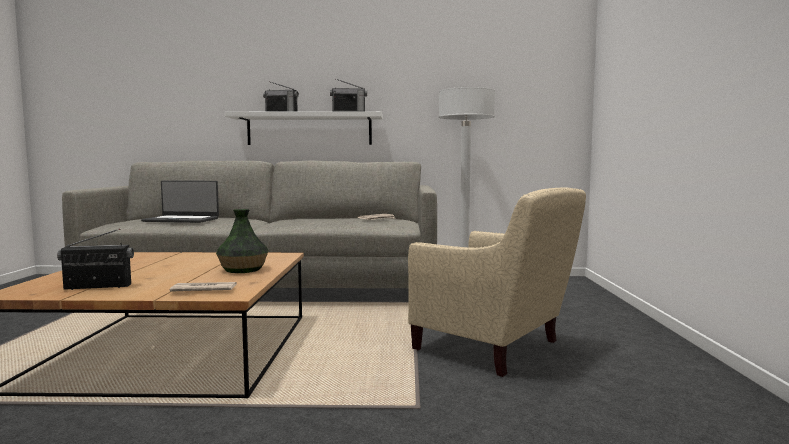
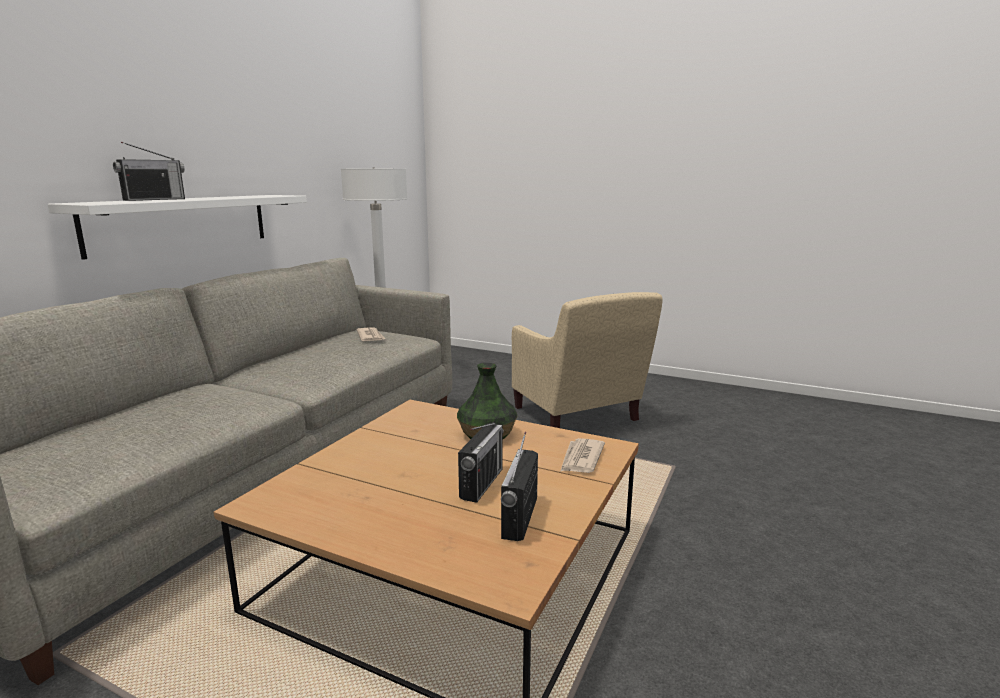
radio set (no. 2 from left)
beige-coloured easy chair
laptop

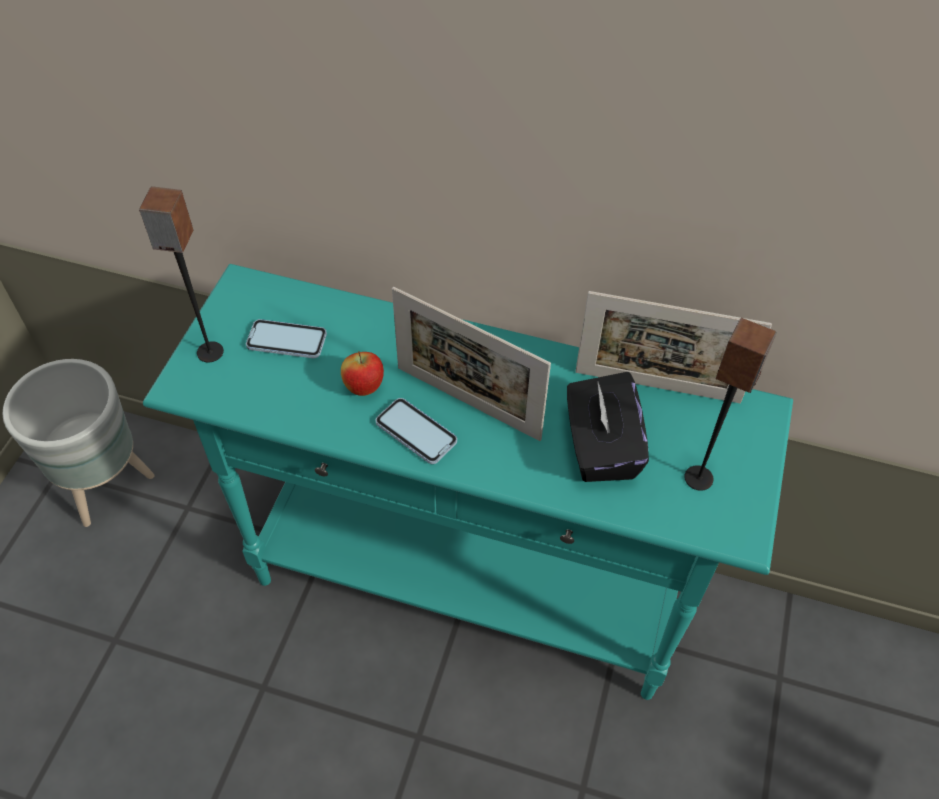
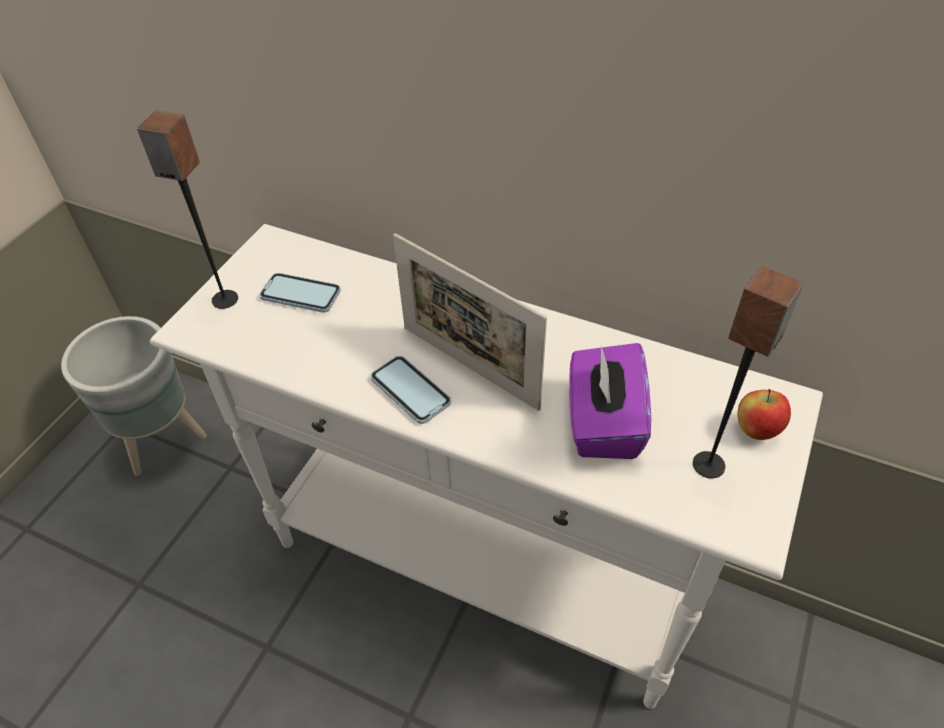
white-coloured hall table
purple-coloured box of tissues
apple fruit
photo frame (no. 2 from left in the first image)

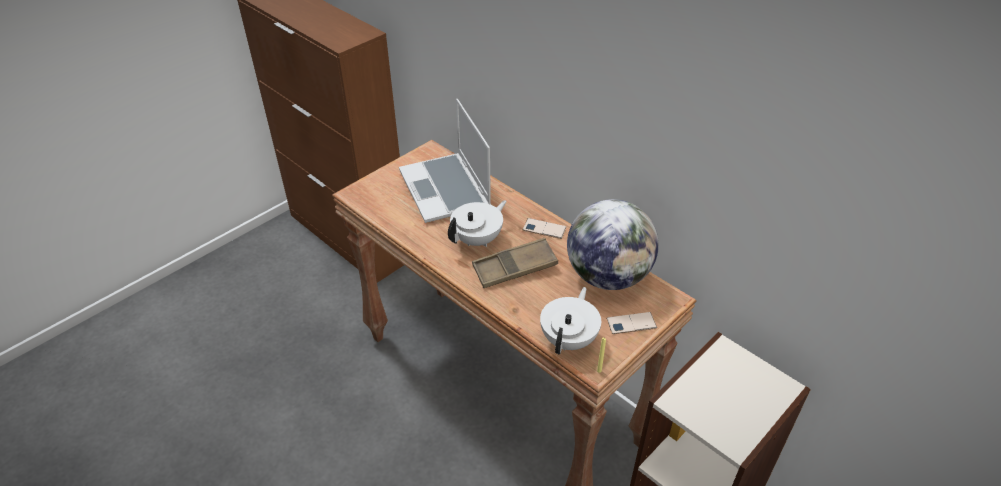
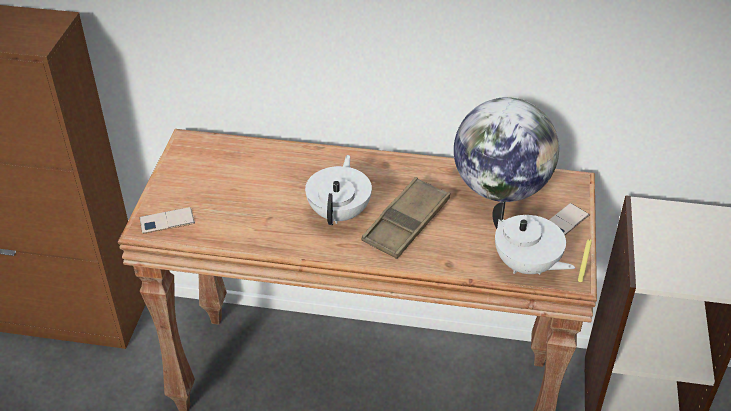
handset (no. 1 from left)
white-coloured pot for tea (no. 2 from left)
laptop

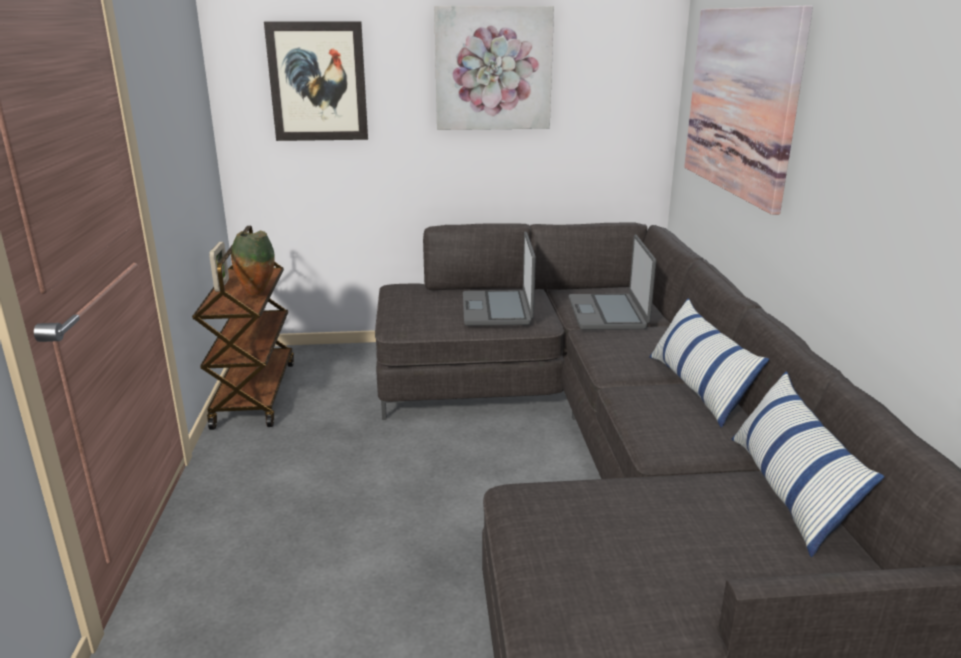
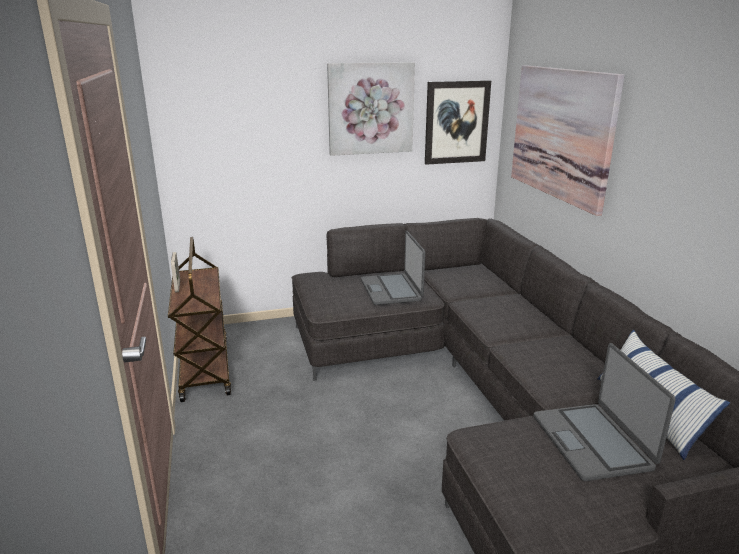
picture (no. 2 from left)
laptop (no. 2 from left)
flower vase
cushion (no. 1 from left in the first image)

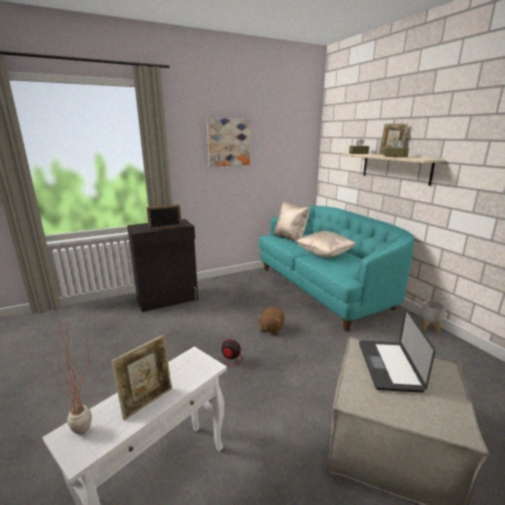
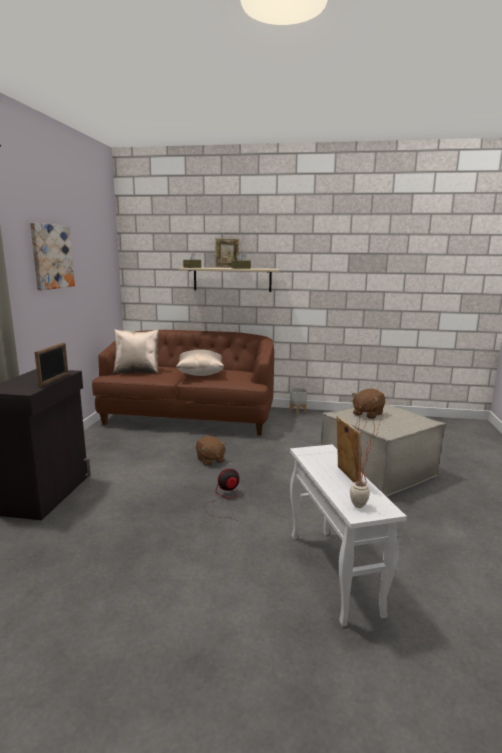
brown-coloured couch
brown-coloured cuddly toy (no. 2 from left)

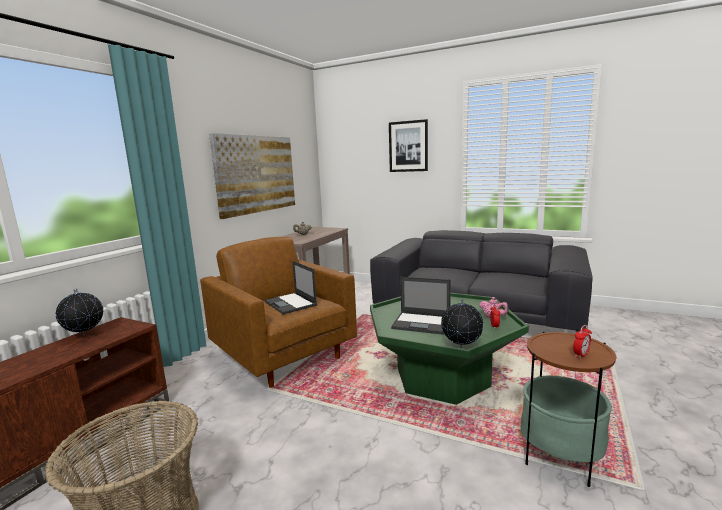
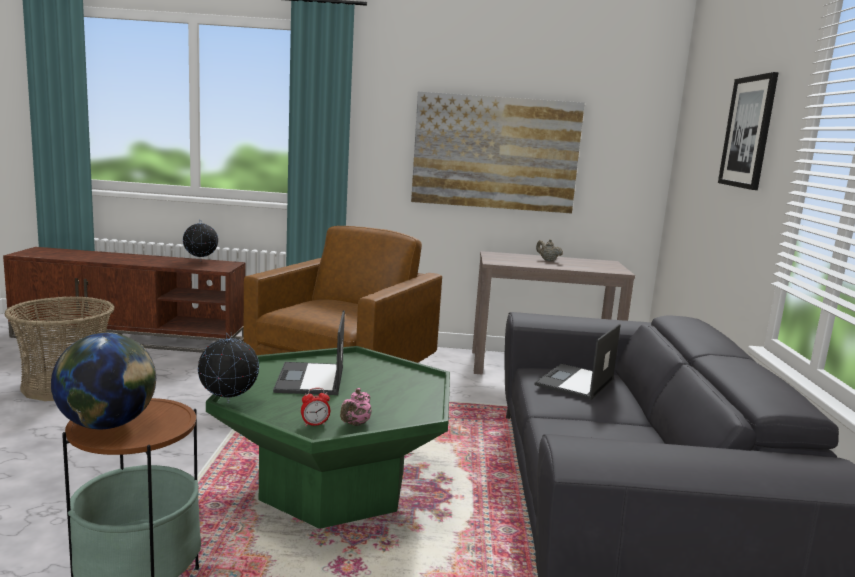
globe (no. 1 from left)
laptop (no. 2 from left)

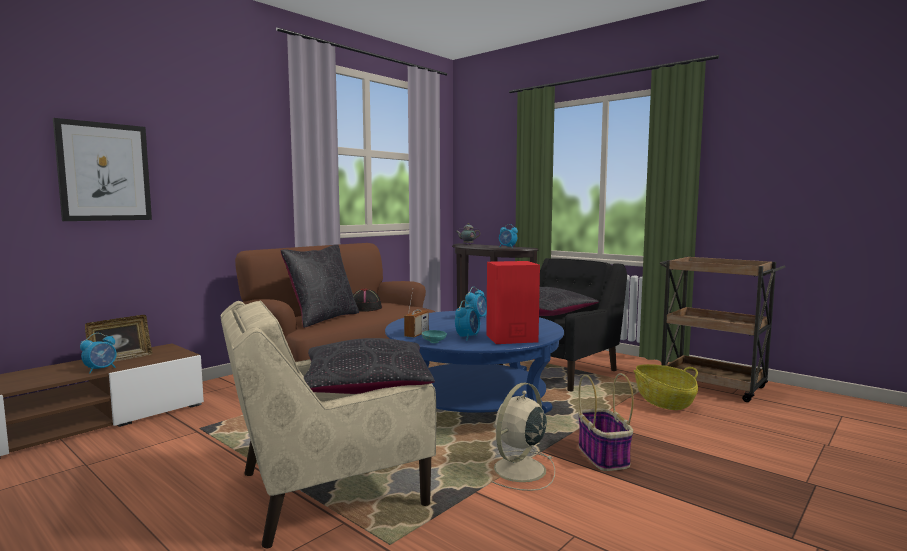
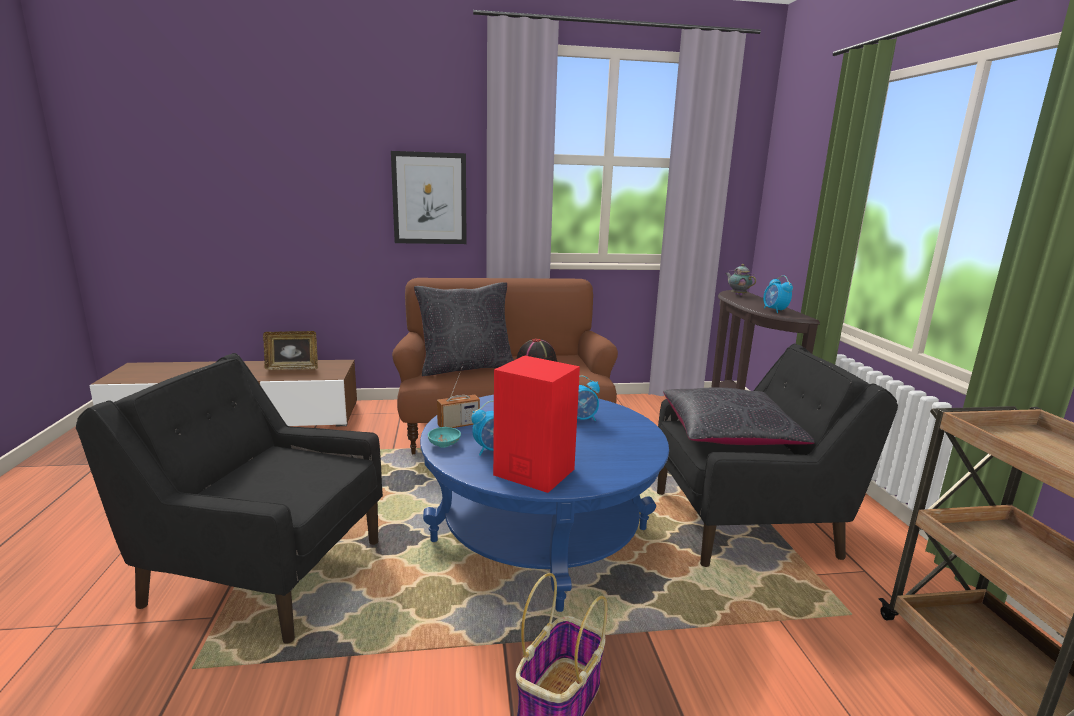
blackish easy chair (no. 1 from left)
picture
alarm clock (no. 1 from left in the first image)
blackish cushion (no. 2 from left in the first image)
beige-coloured fan
household basket (no. 2 from left in the first image)

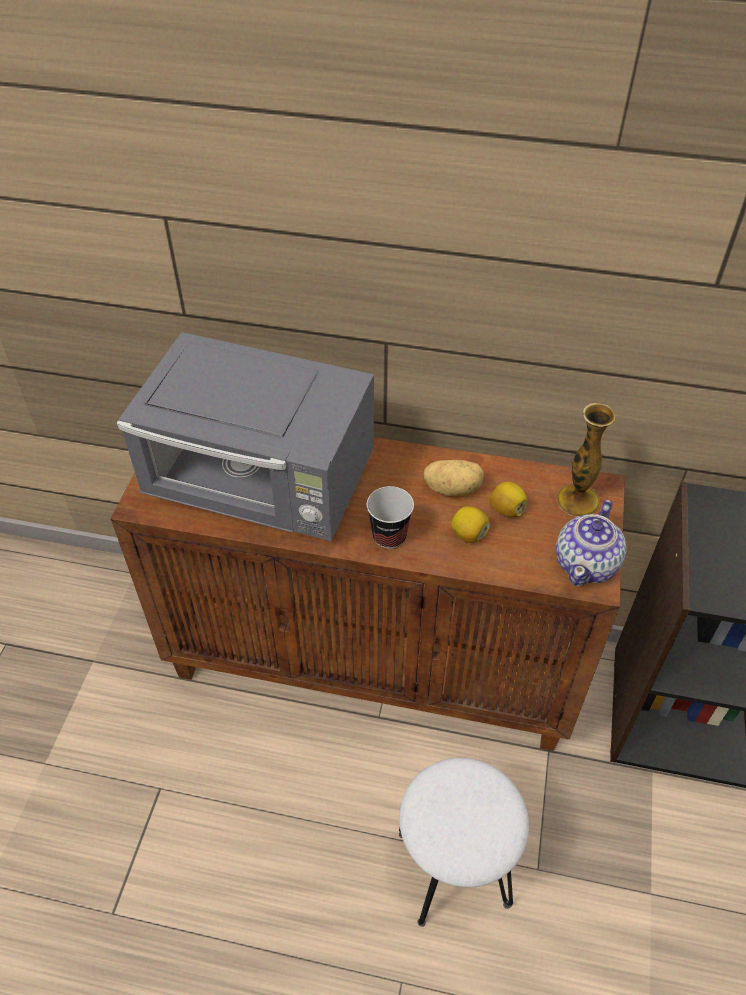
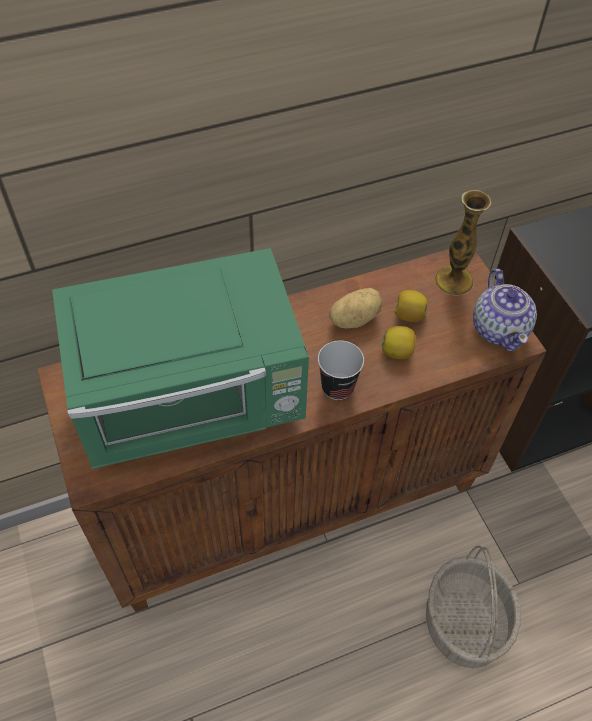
green-coloured microwave oven
household basket

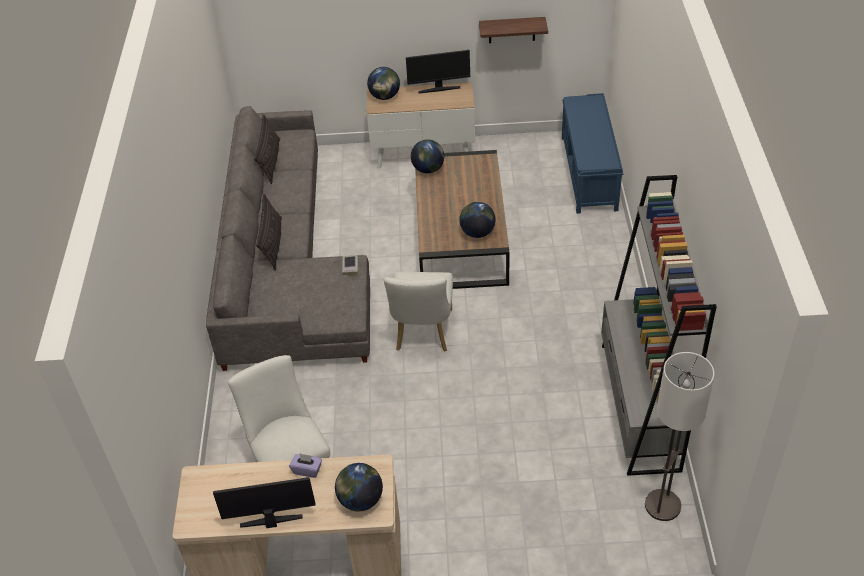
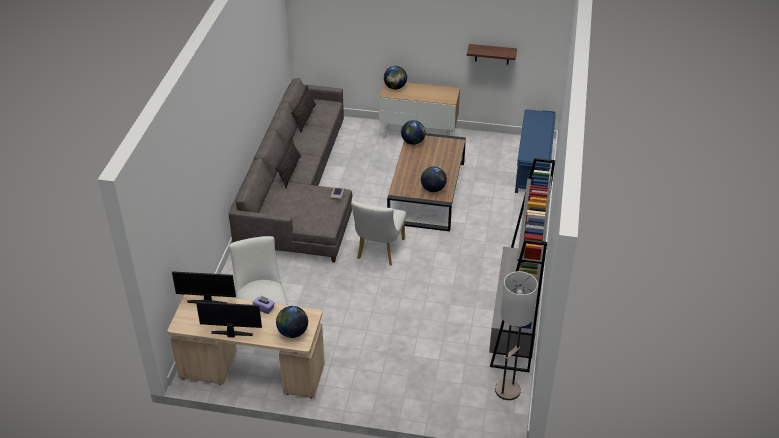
computer display (no. 1 from left)

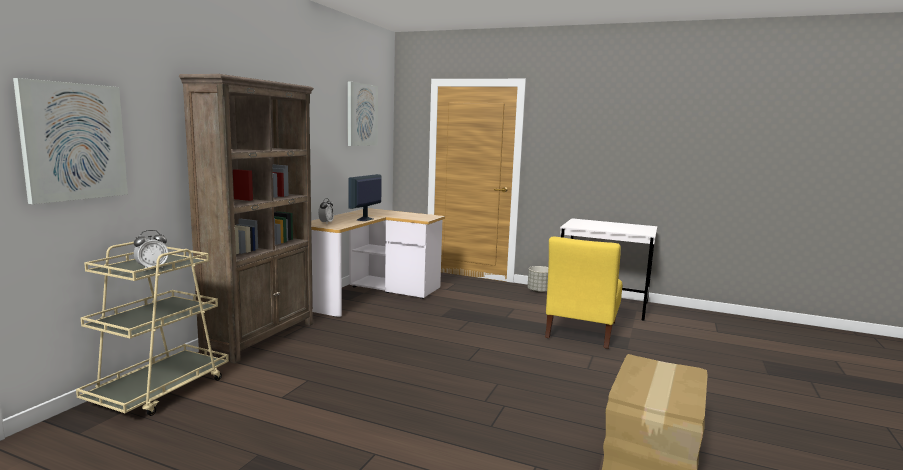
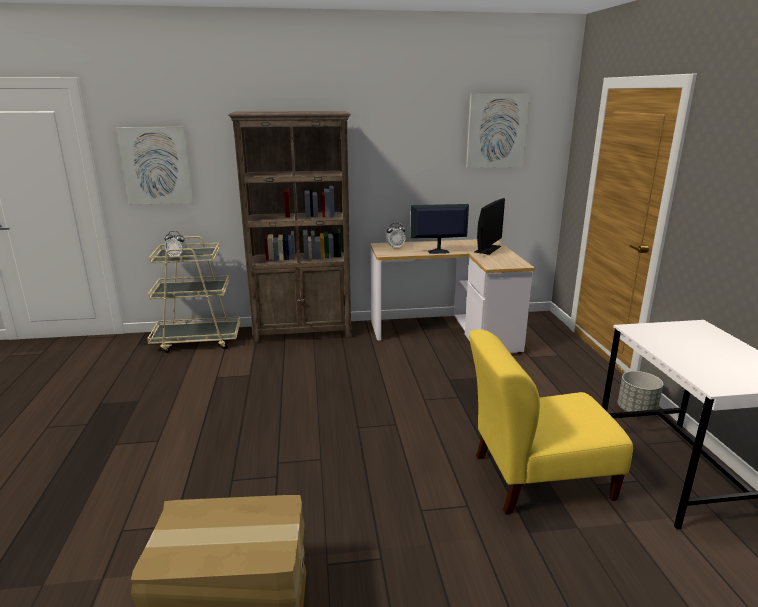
computer display (no. 2 from left)

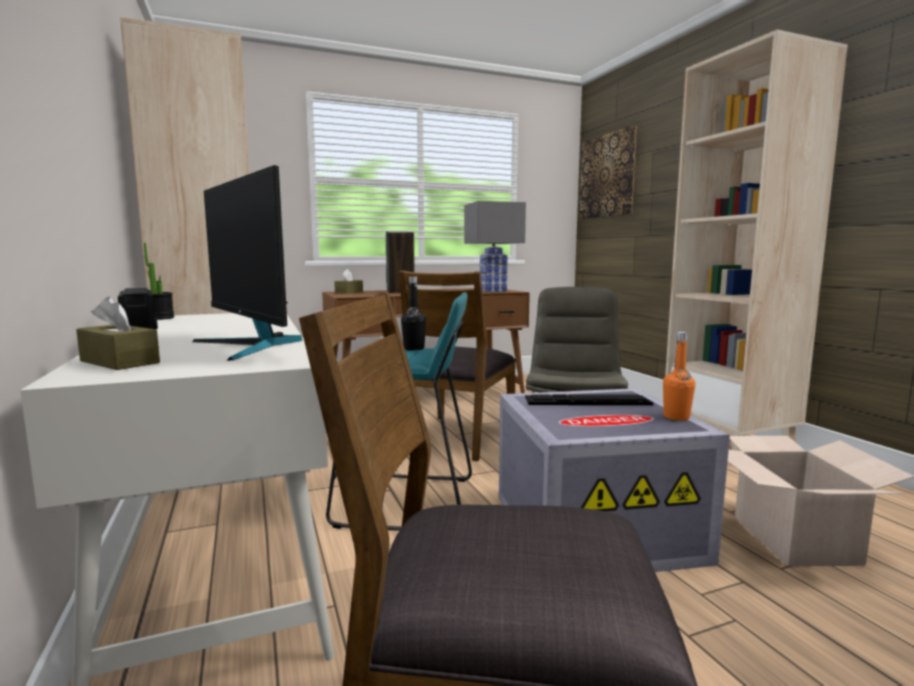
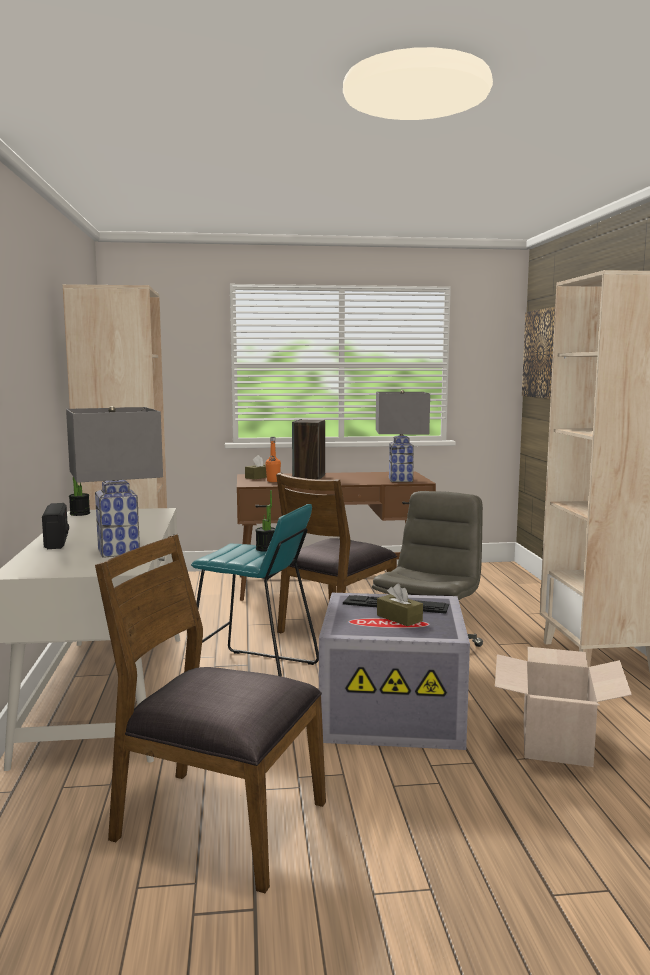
greyish lamp for a table (no. 1 from left)
potted plant (no. 2 from left)
orange bottle
brown-coloured box of tissues (no. 2 from left)

